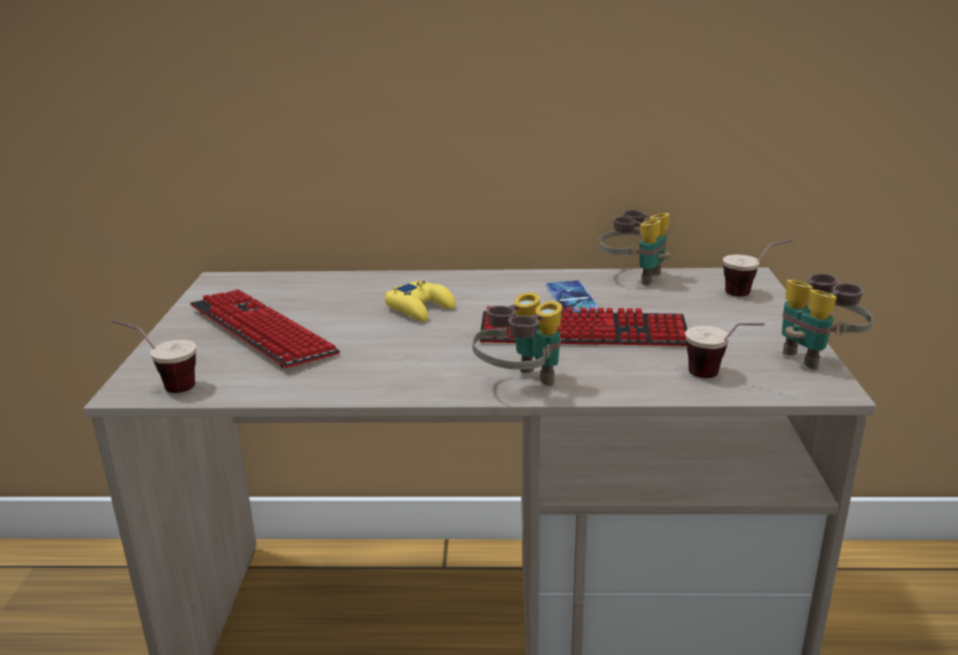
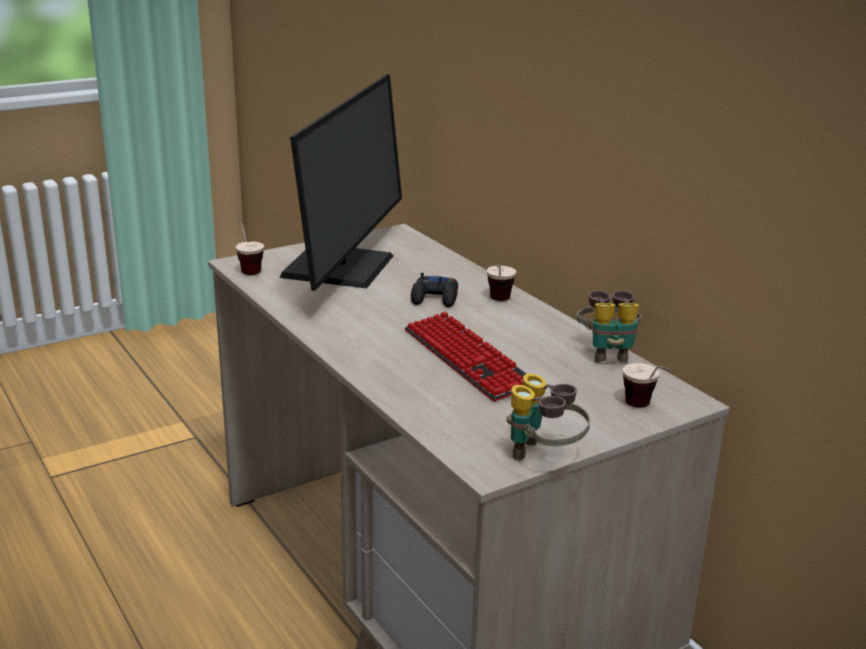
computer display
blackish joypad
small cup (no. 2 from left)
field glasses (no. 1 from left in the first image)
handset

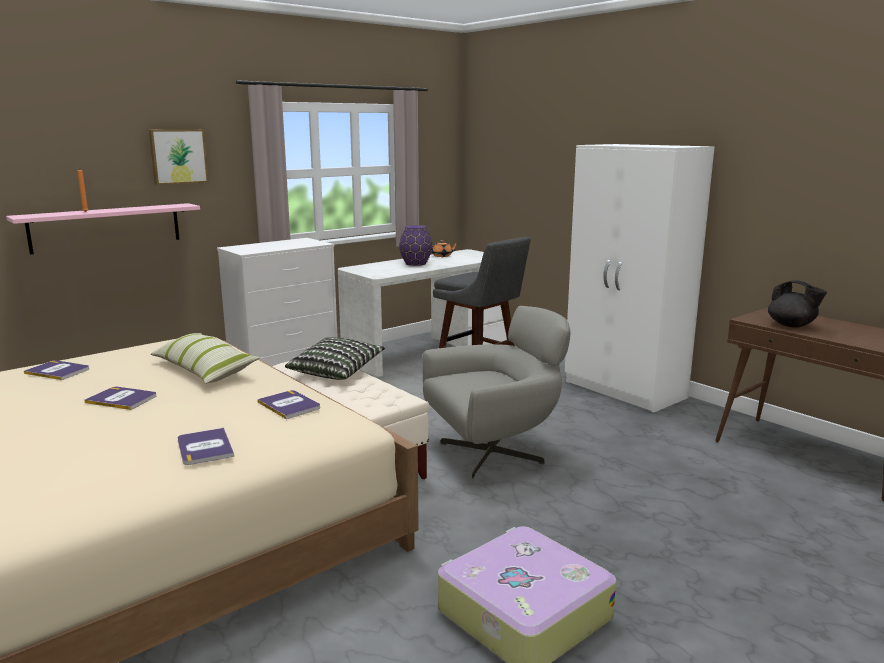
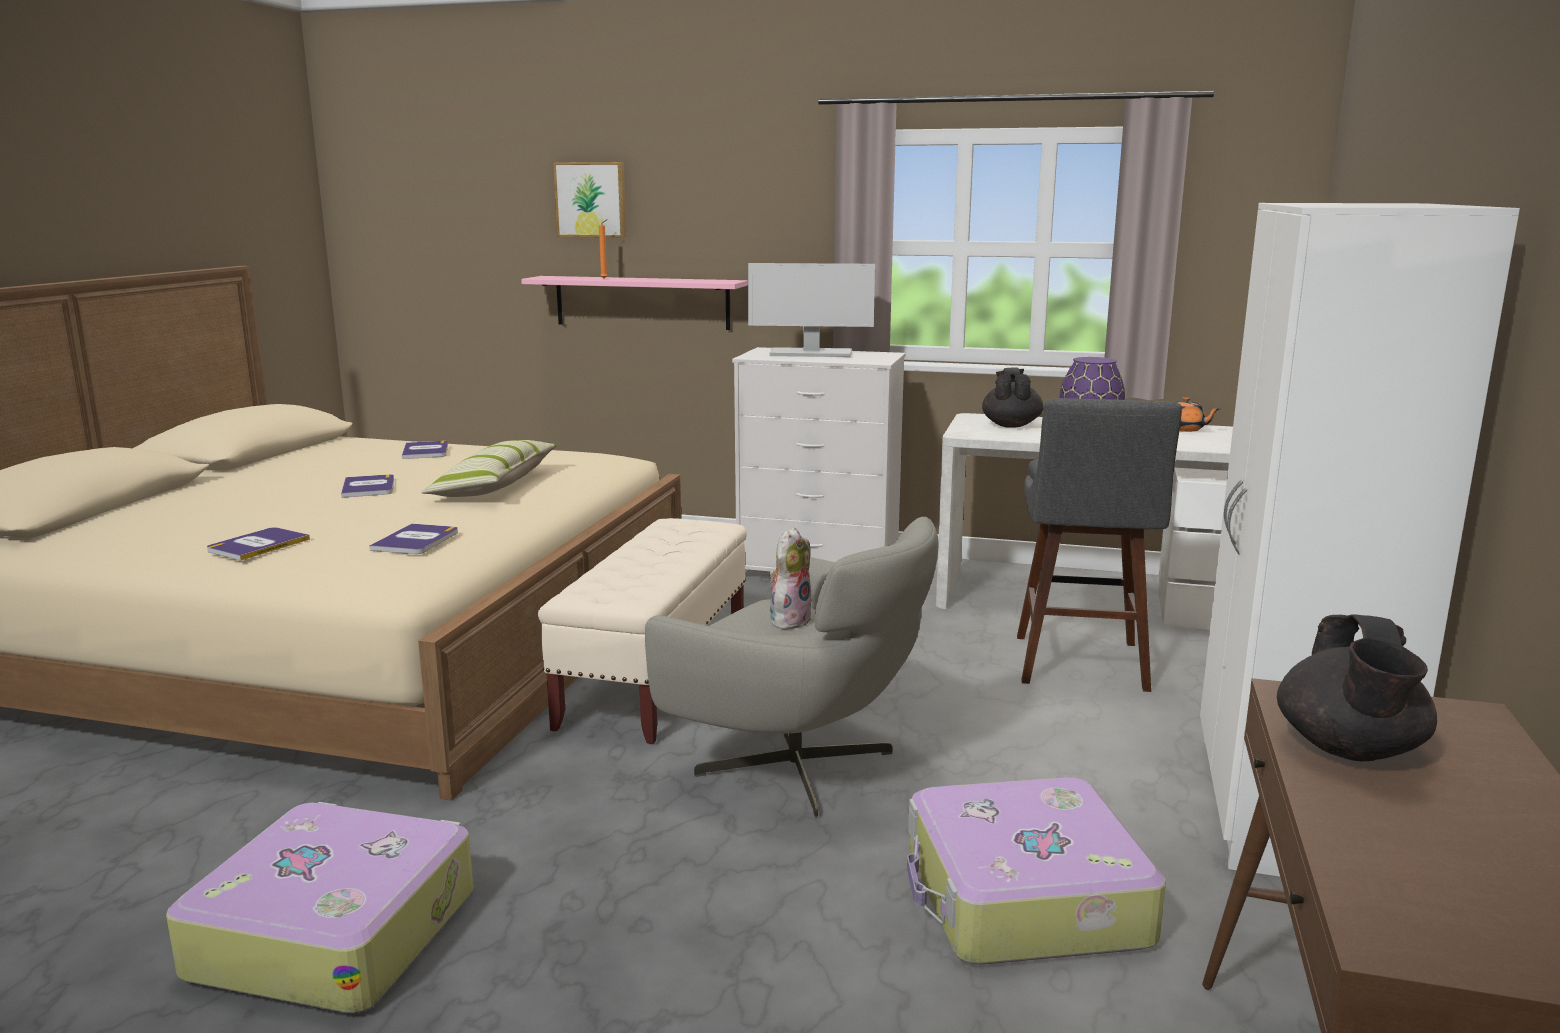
picture
computer display
cuddly toy
piece of luggage (no. 2 from left)
blackish pot for tea (no. 1 from left)
cushion (no. 2 from left in the first image)

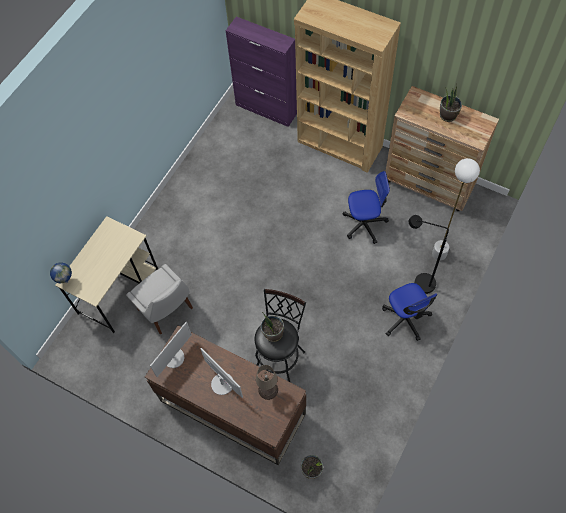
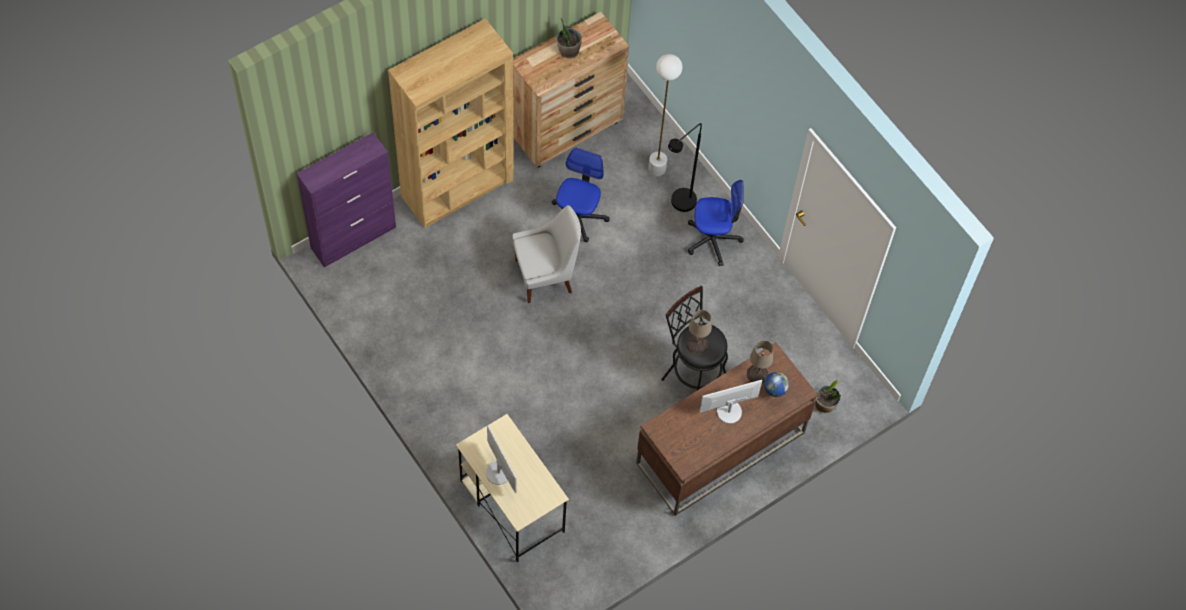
computer display (no. 1 from left)
white-coloured chair
beige-coloured lamp for a table (no. 1 from left)
globe

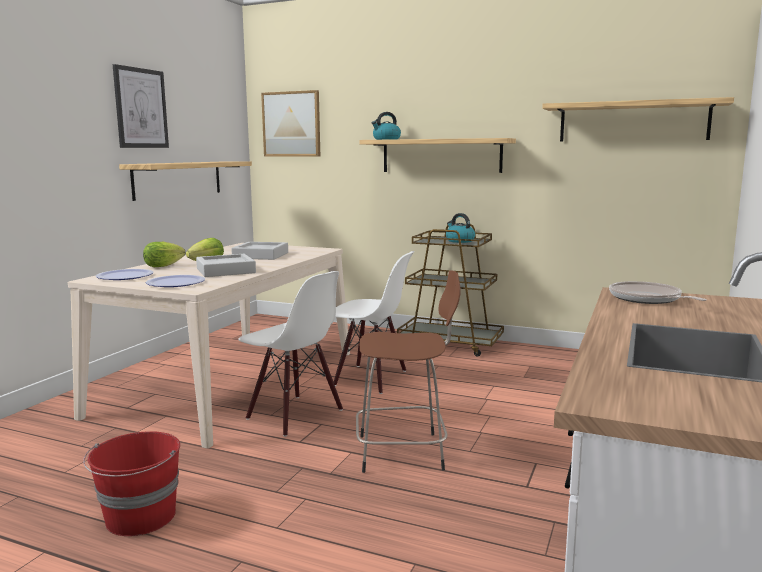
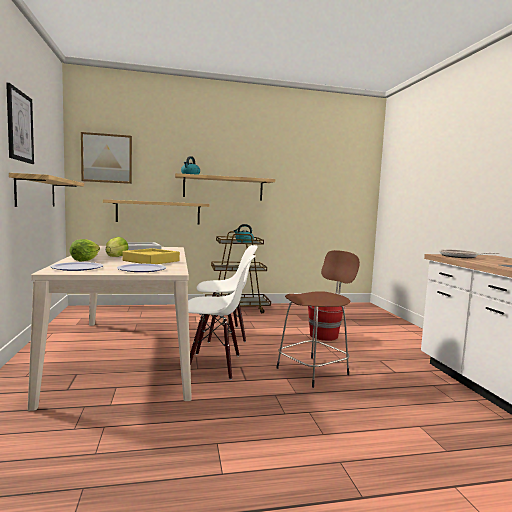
shelf (no. 2 from left)
yellow-coloured carrying tray
red water bucket

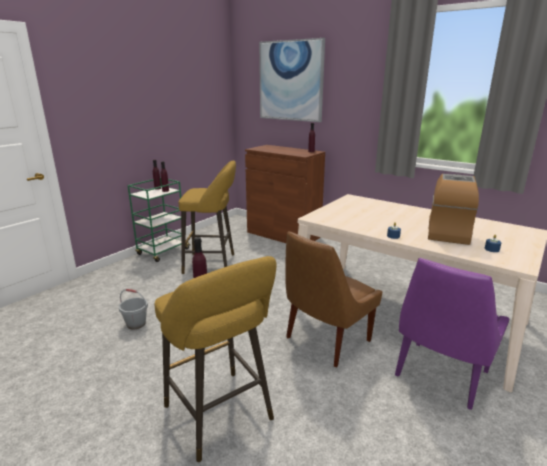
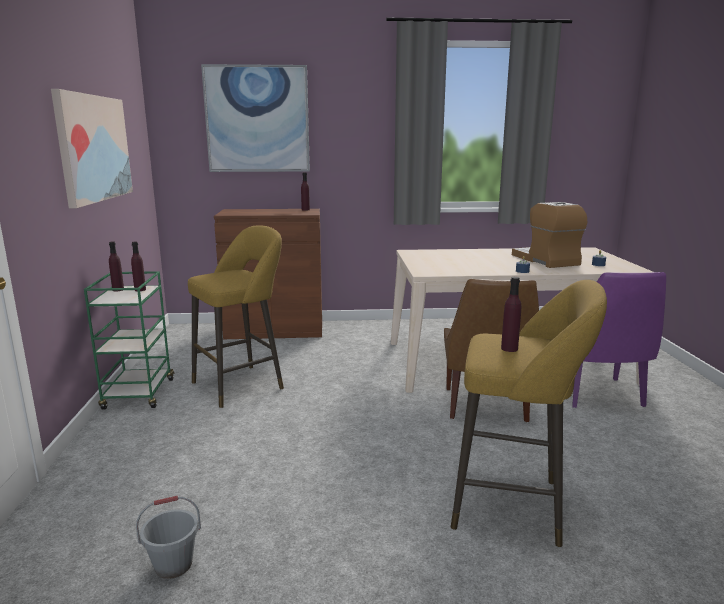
picture (no. 1 from left)
greyish water bucket

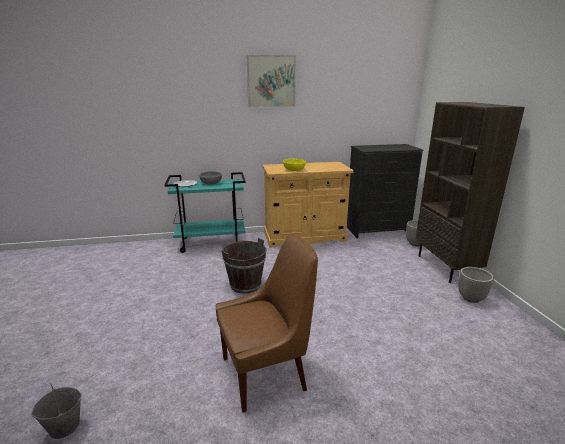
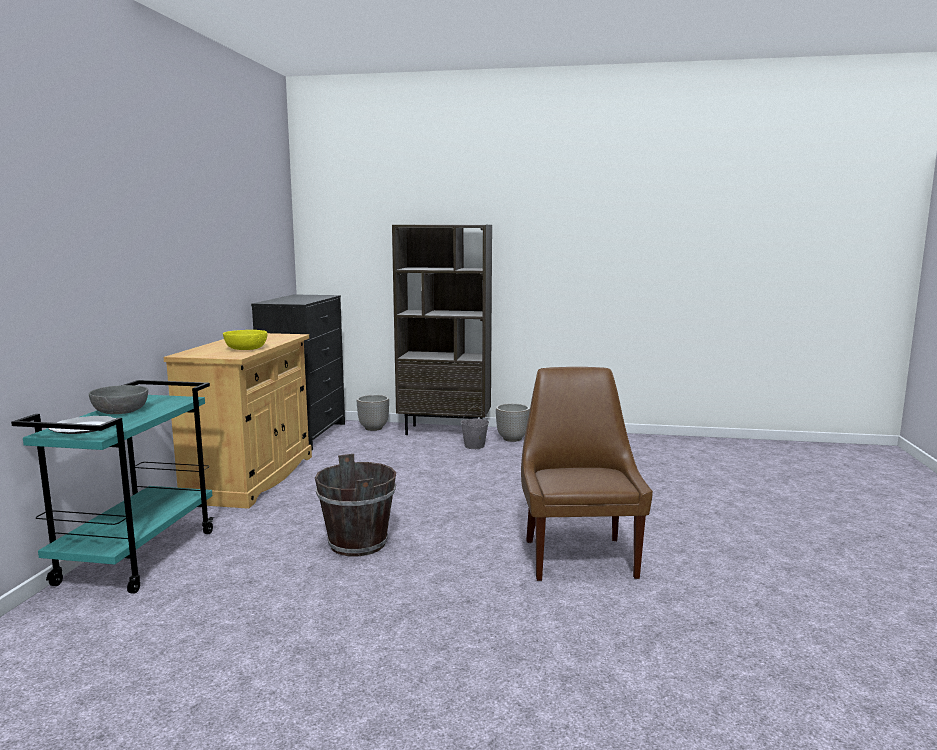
greyish water bucket
picture

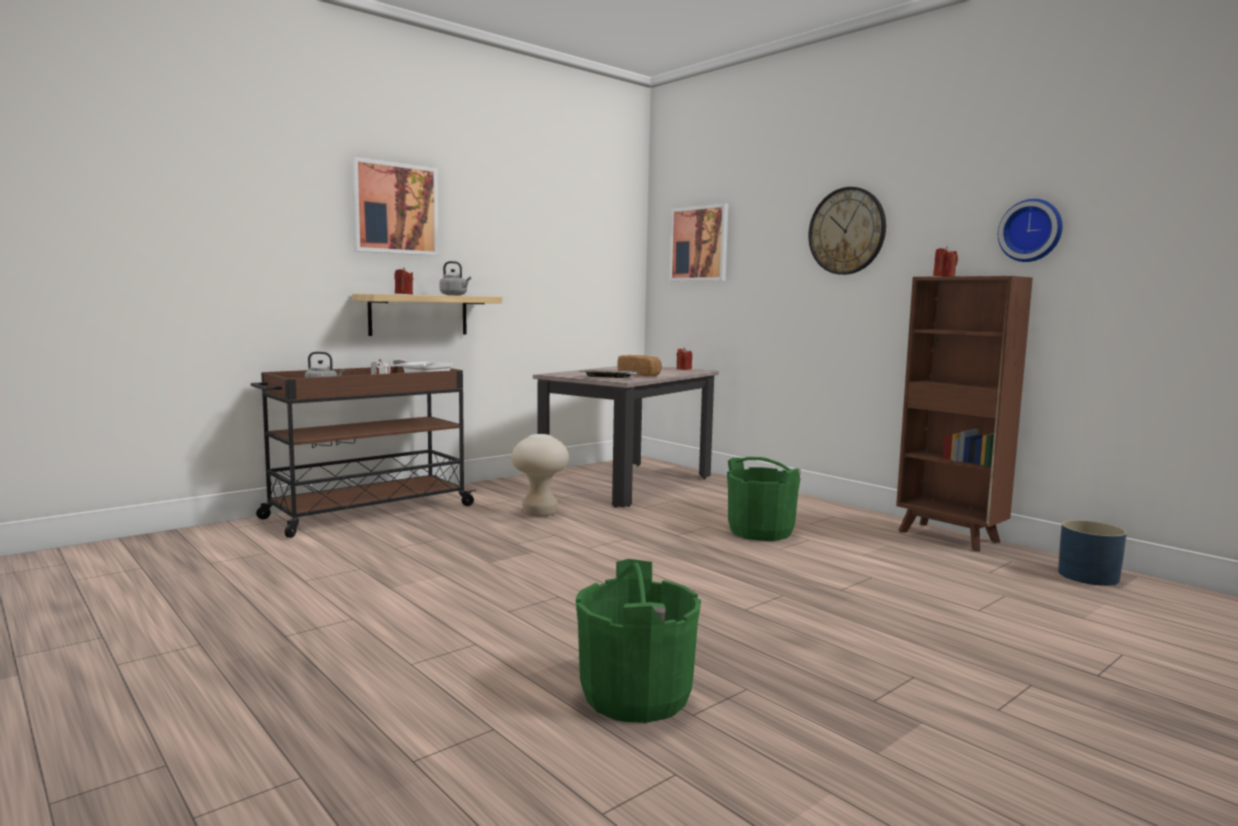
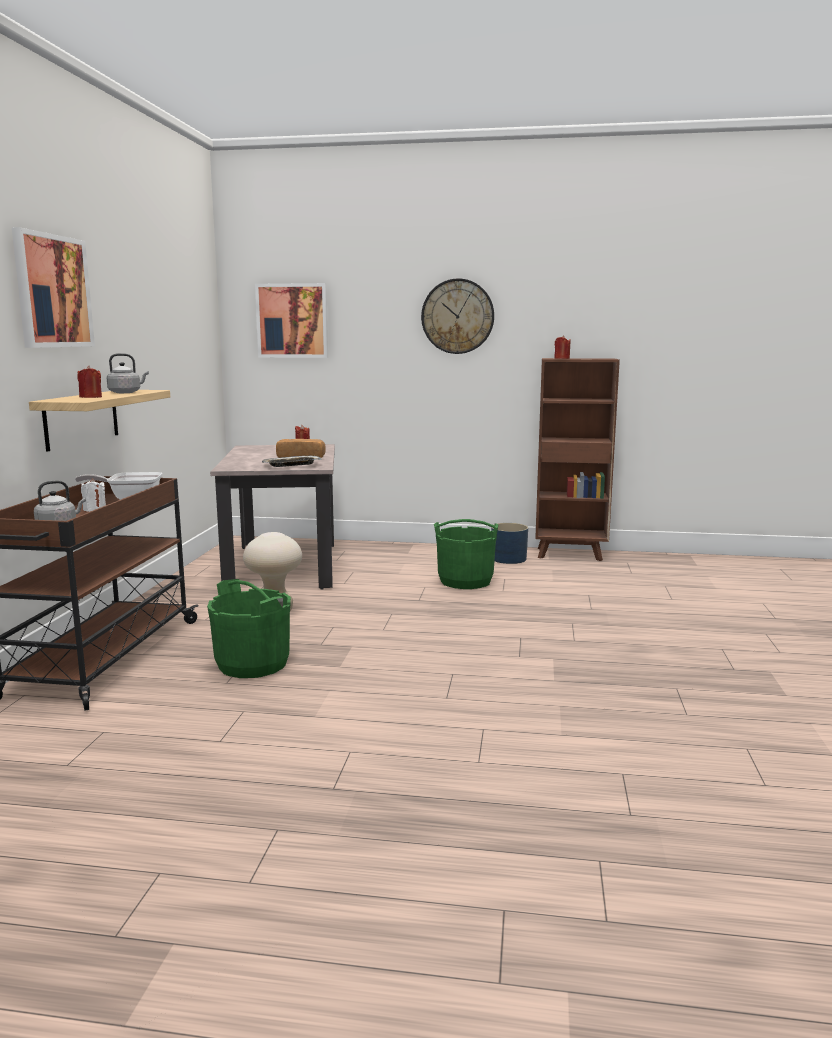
green-coloured water bucket (no. 1 from left)
bluish plant pot
hanging clock (no. 2 from left in the first image)

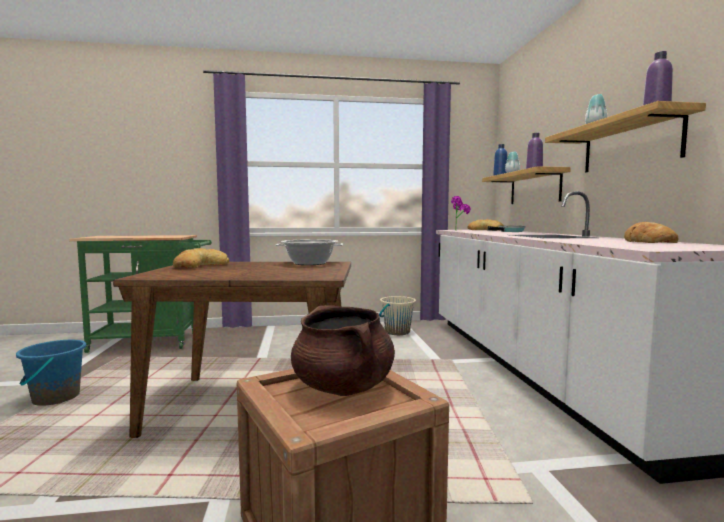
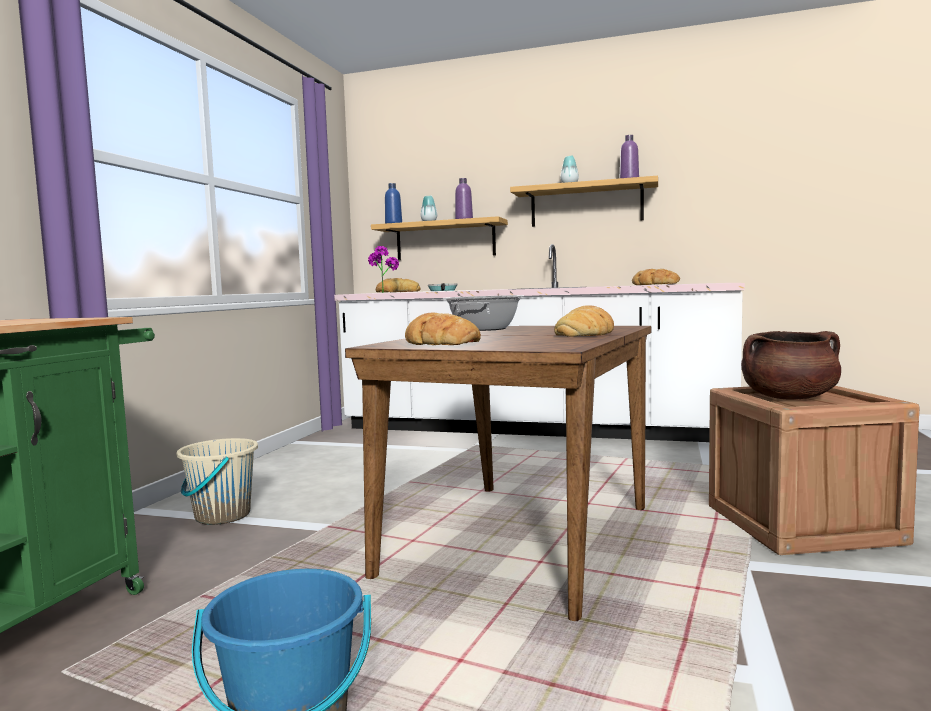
beige-coloured water bucket
bakery bread (no. 3 from left)

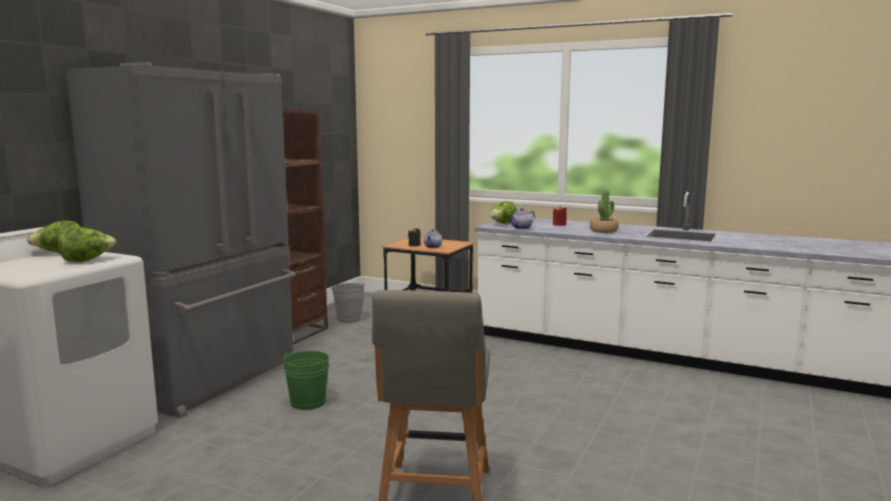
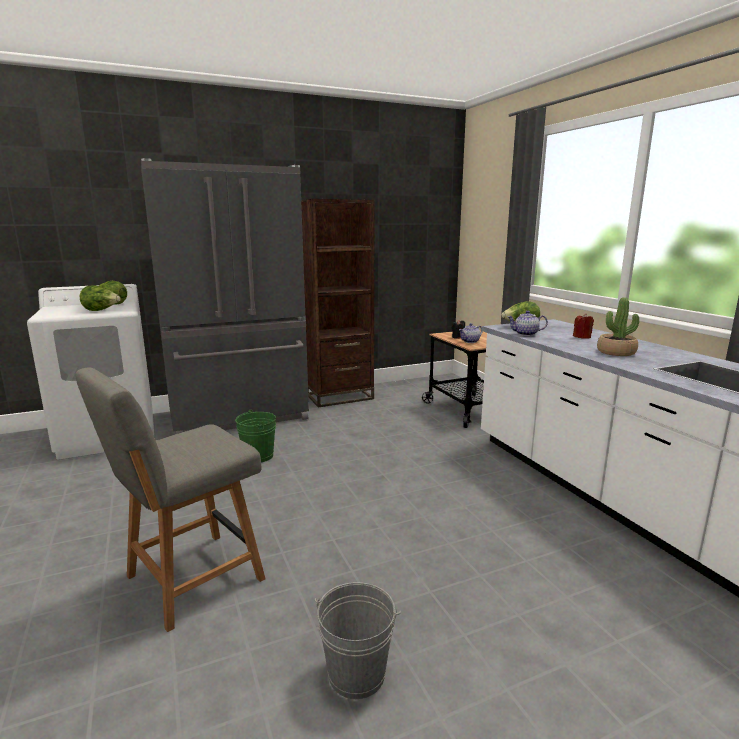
greyish water bucket

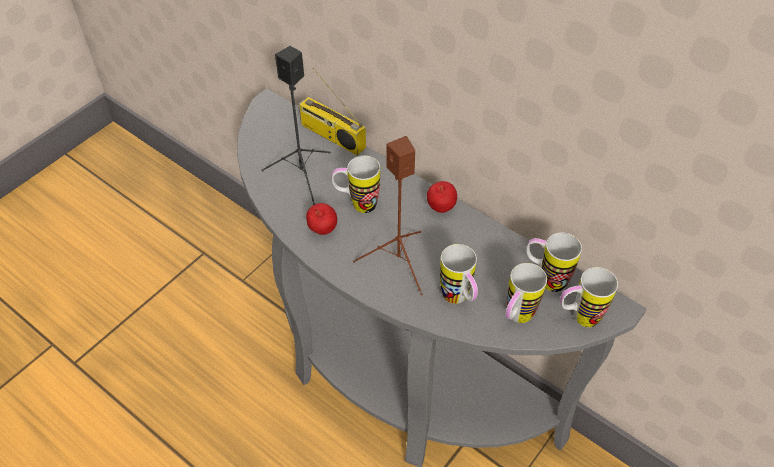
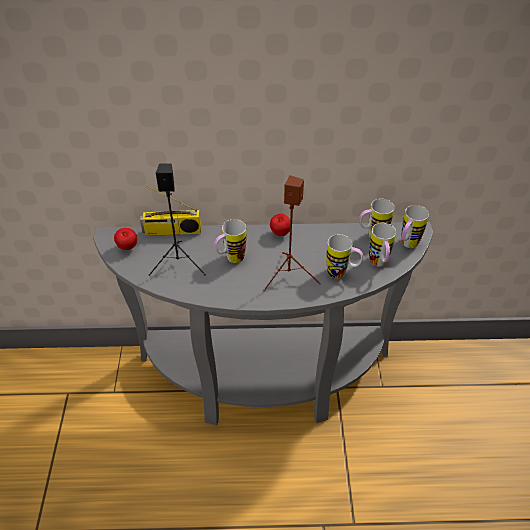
apple fruit (no. 1 from left)

